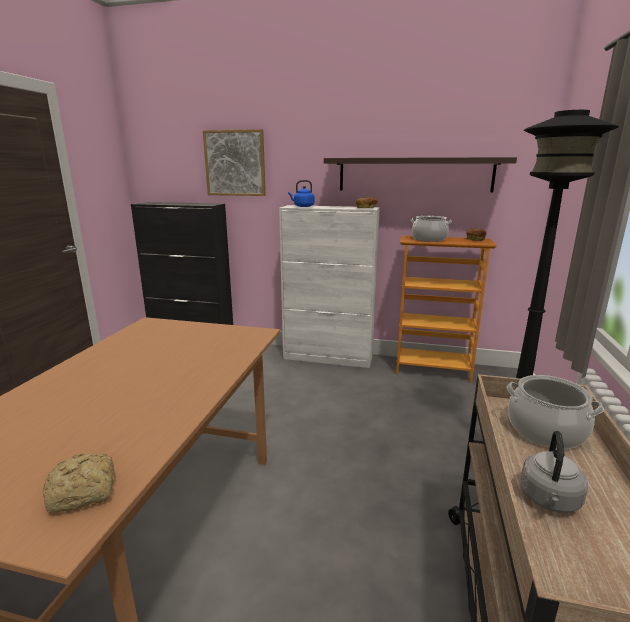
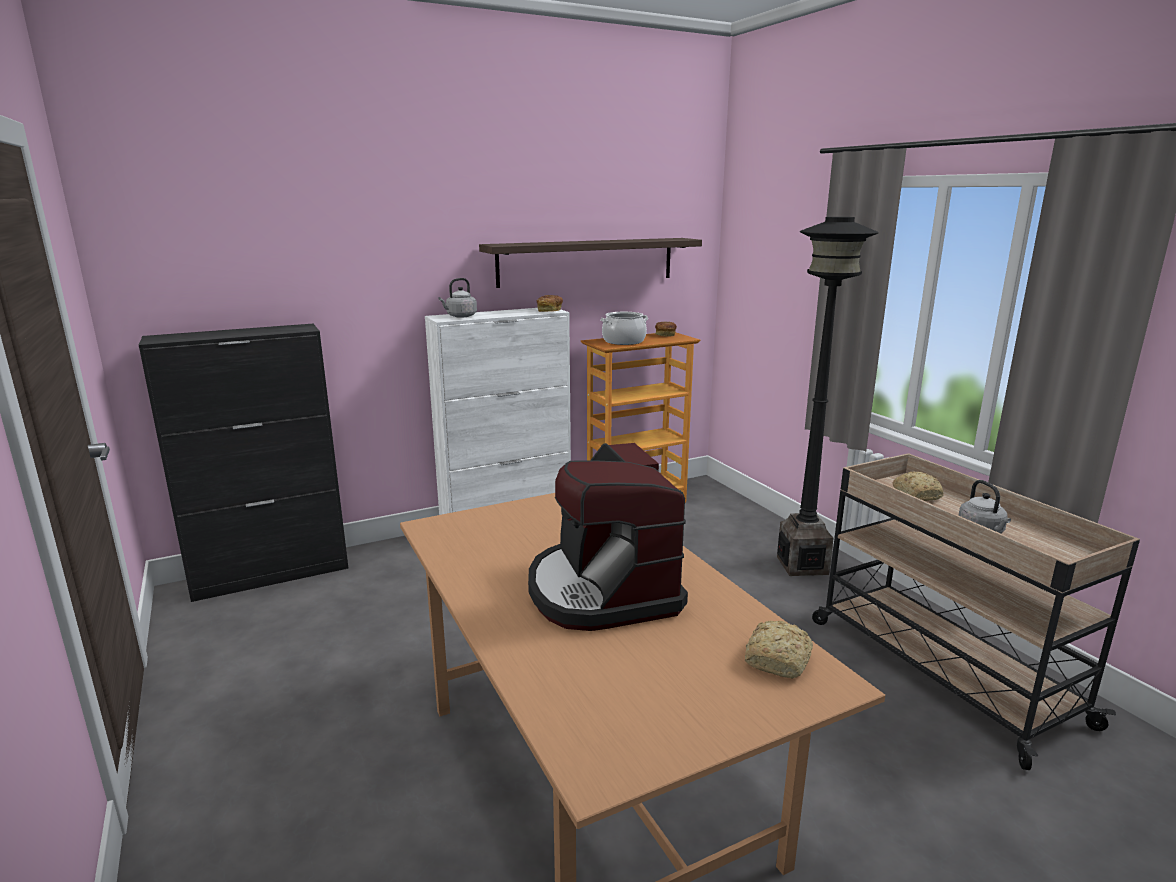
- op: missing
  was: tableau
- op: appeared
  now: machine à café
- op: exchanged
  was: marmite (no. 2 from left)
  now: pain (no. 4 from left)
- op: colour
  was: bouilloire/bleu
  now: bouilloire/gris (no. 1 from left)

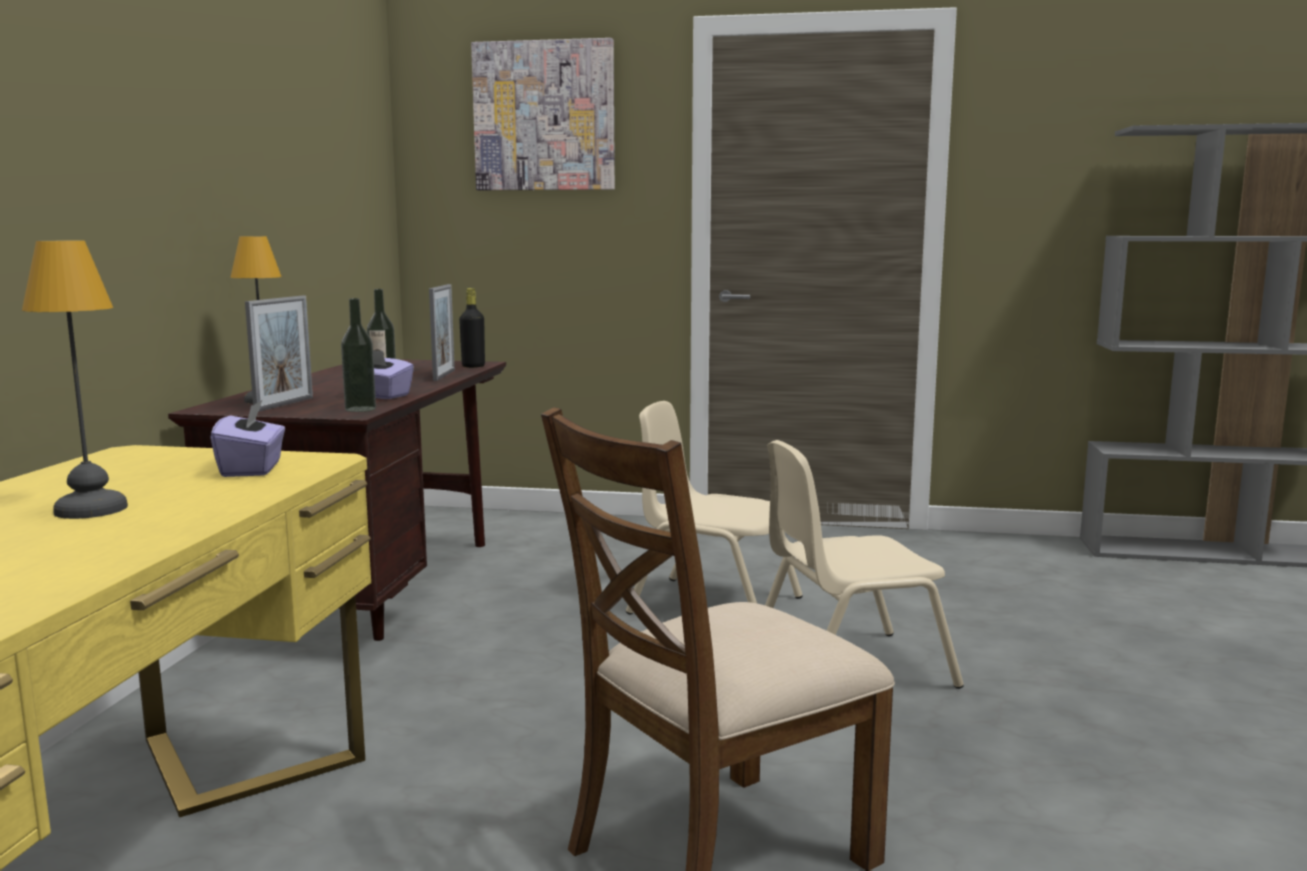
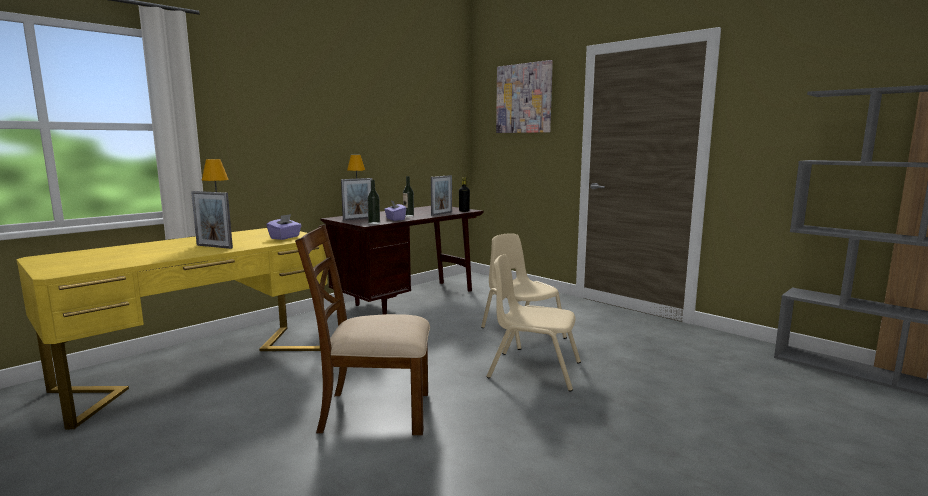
- op: appeared
  now: cadre photo (no. 1 from left)

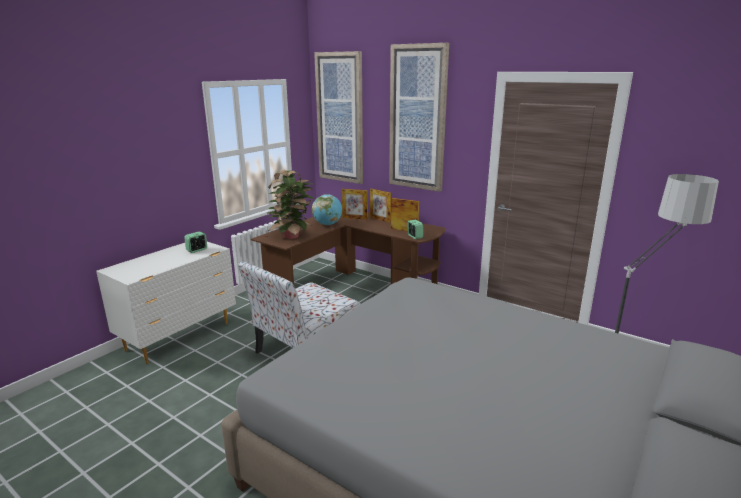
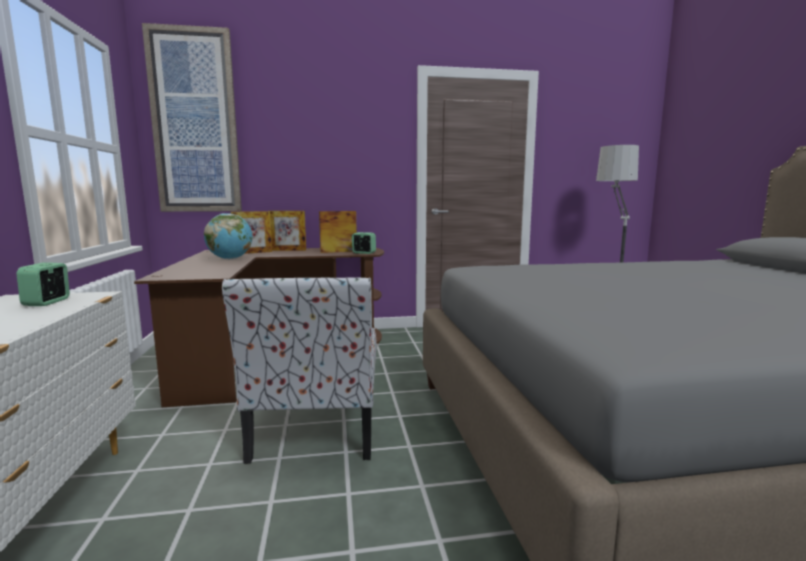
- op: missing
  was: plante en pot
- op: missing
  was: tableau (no. 2 from left)

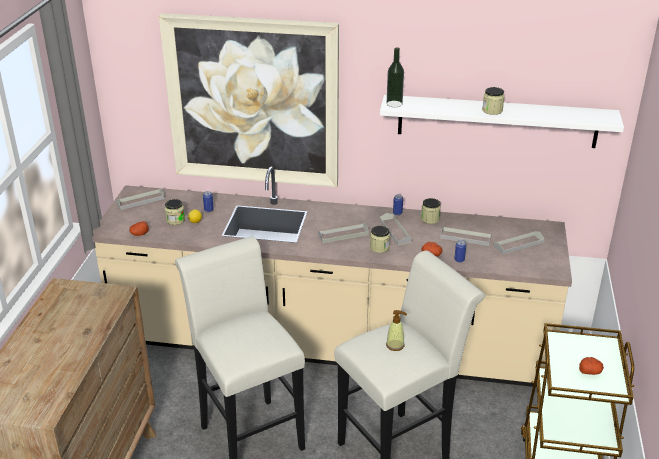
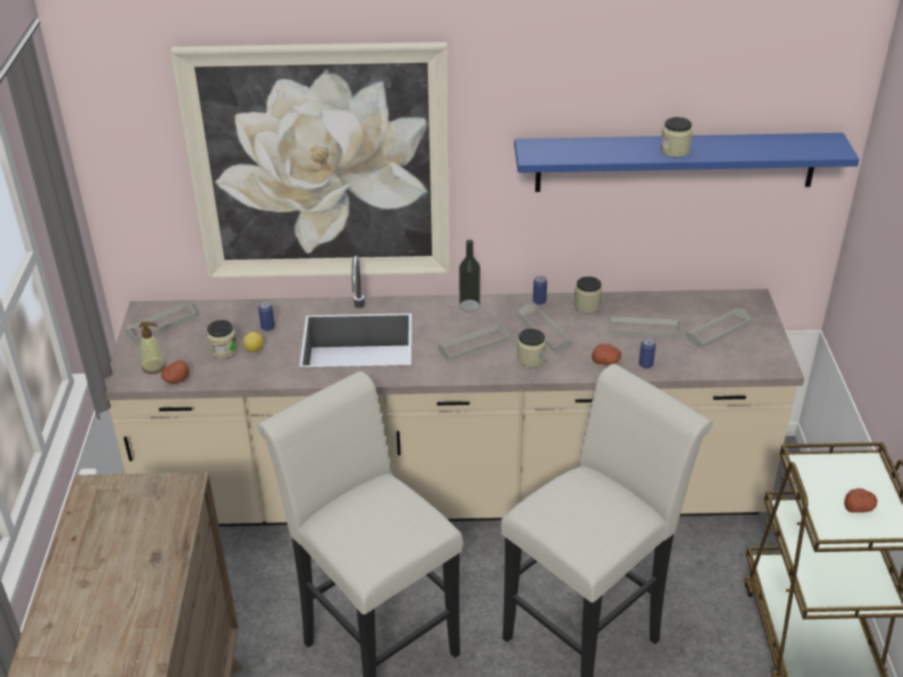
- op: relocated
  was: distributeur de savon
- op: relocated
  was: bouteille
- op: colour
  was: étagère/blanc
  now: étagère/bleu

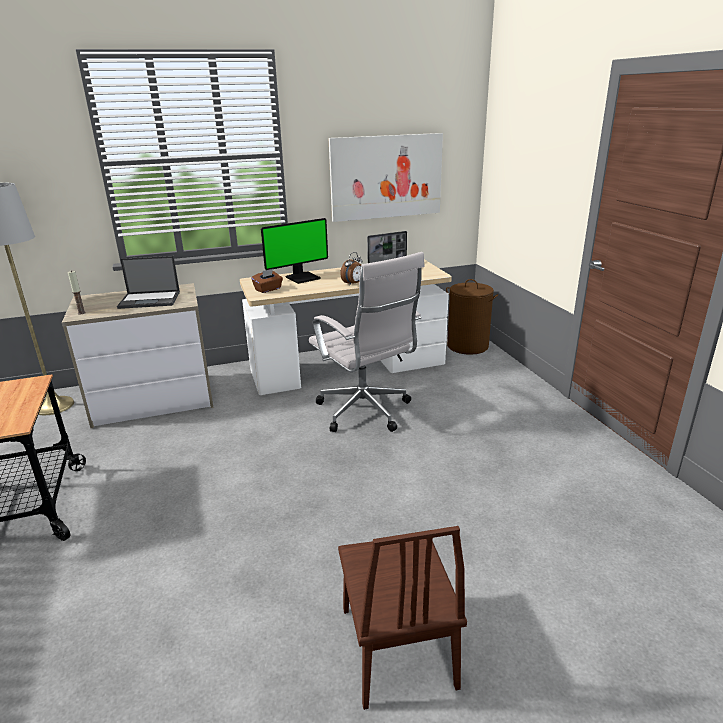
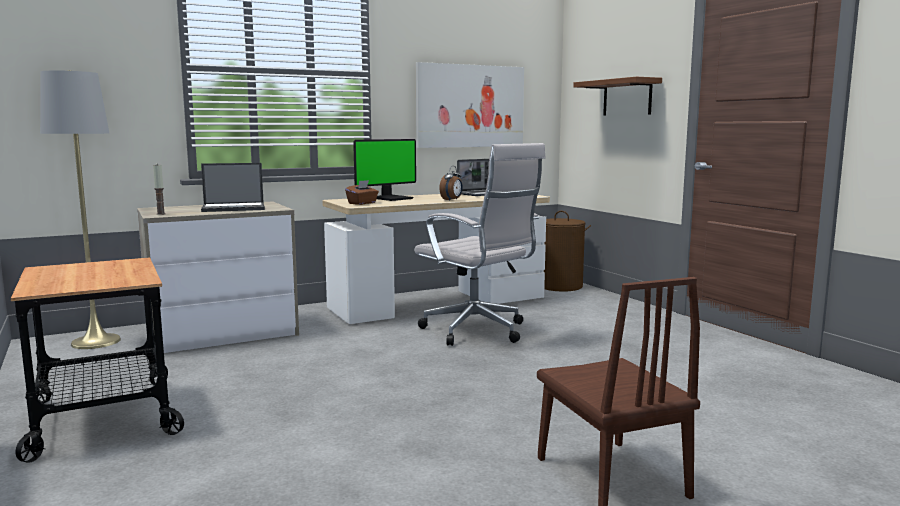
- op: appeared
  now: étagère/marron

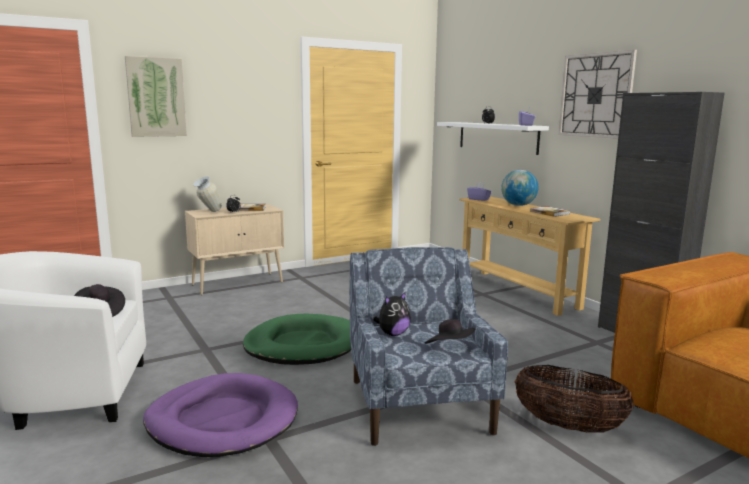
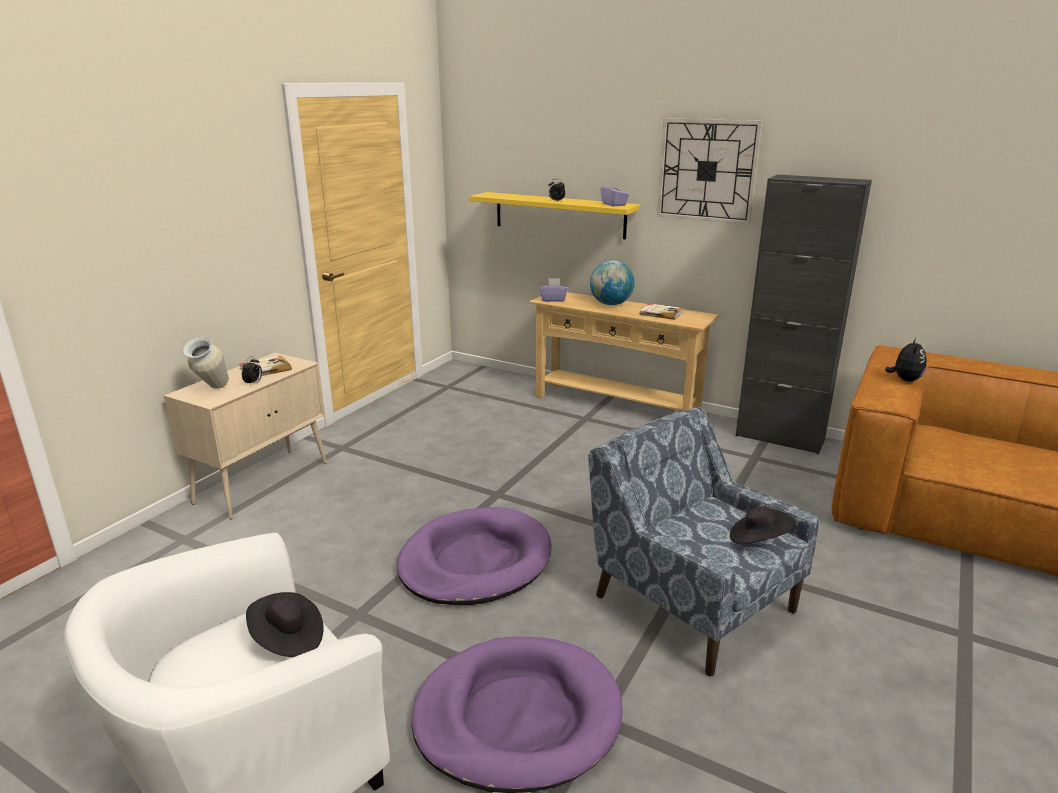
- op: missing
  was: tableau
- op: missing
  was: panier
- op: relocated
  was: peluche
- op: colour
  was: panier pour chien/vert
  now: panier pour chien/violet (no. 1 from left)
- op: colour
  was: étagère/blanc
  now: étagère/jaune

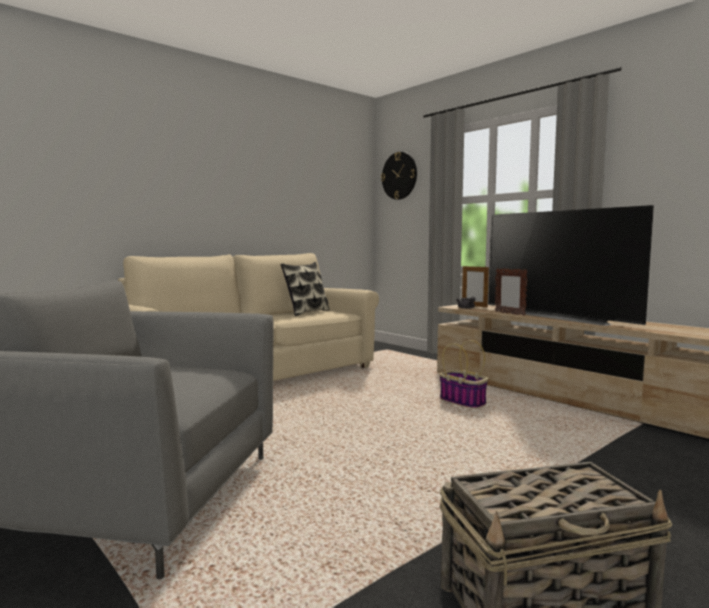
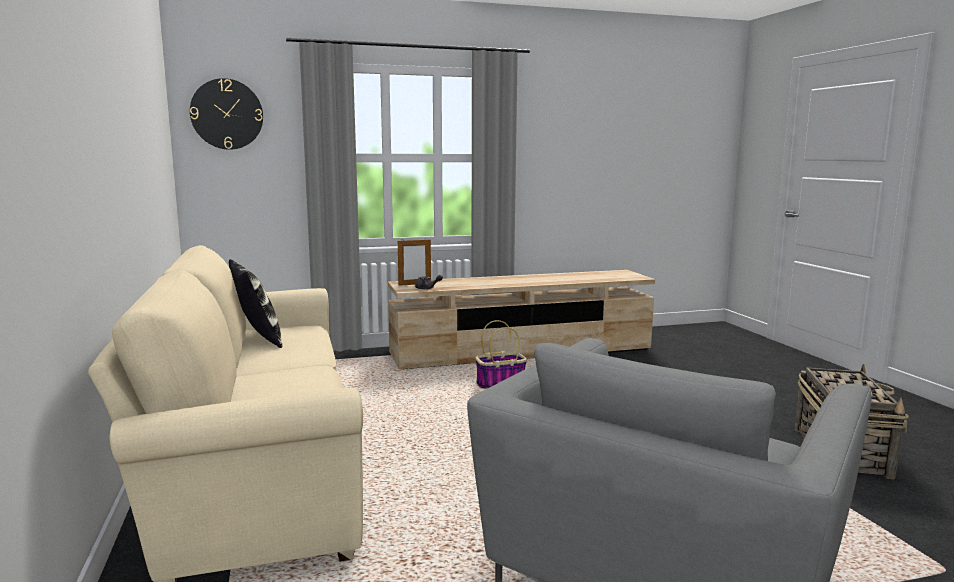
- op: missing
  was: téléviseur
- op: missing
  was: cadre photo (no. 2 from left)

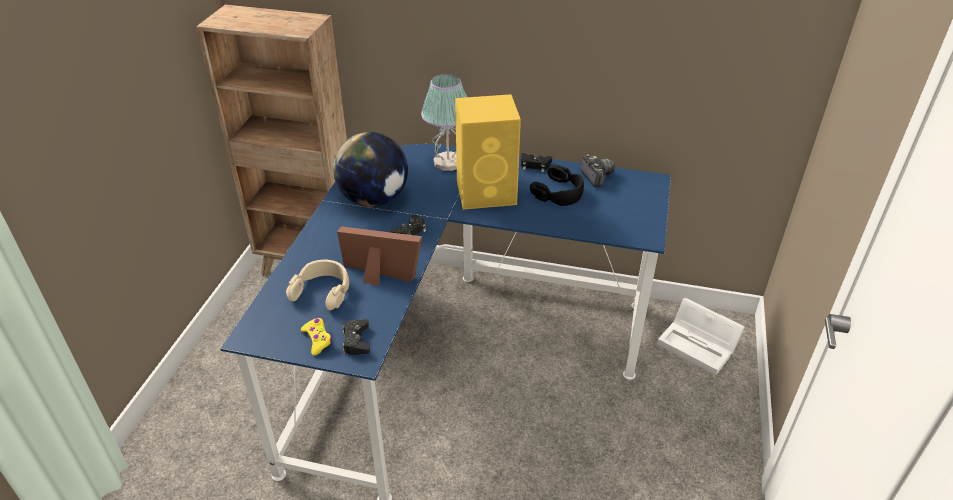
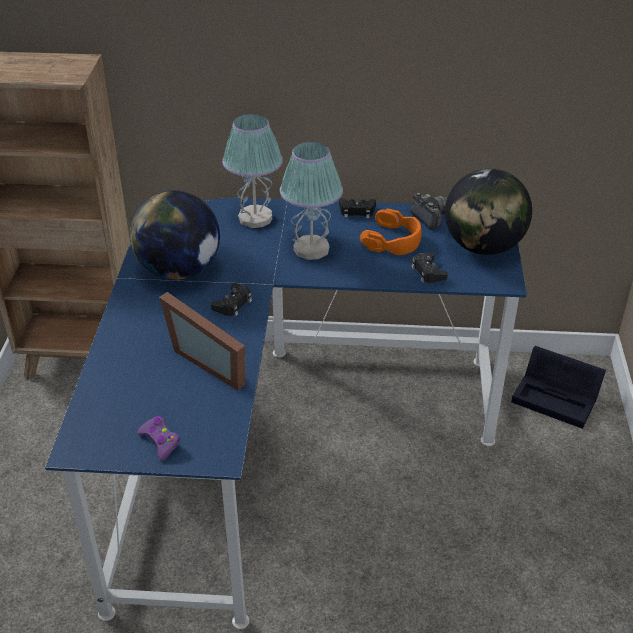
- op: missing
  was: casque audio/beige
- op: appeared
  now: globe (no. 2 from left)
- op: relocated
  was: manette/noir (no. 1 from left in the first image)
  now: manette/noir (no. 3 from left)
- op: exchanged
  was: enceinte/jaune
  now: lampe de table (no. 2 from left)
- op: colour
  was: manette/jaune
  now: manette/violet
- op: colour
  was: casque audio/noir
  now: casque audio/orange
- op: colour
  was: boîte de rangement/blanc
  now: boîte de rangement/noir
- op: spun
  was: cadre photo
  clockwise: -150

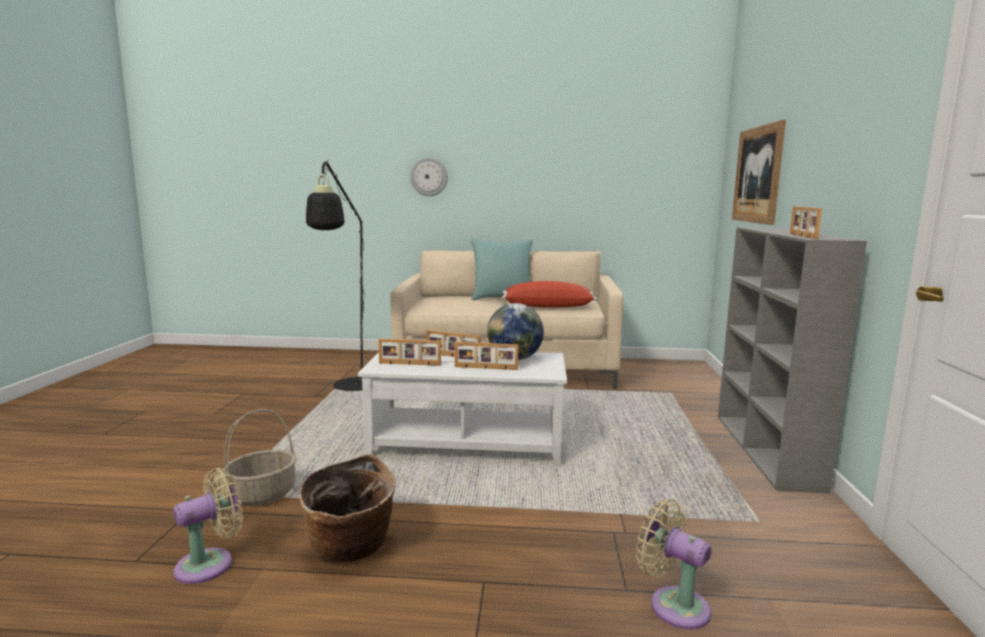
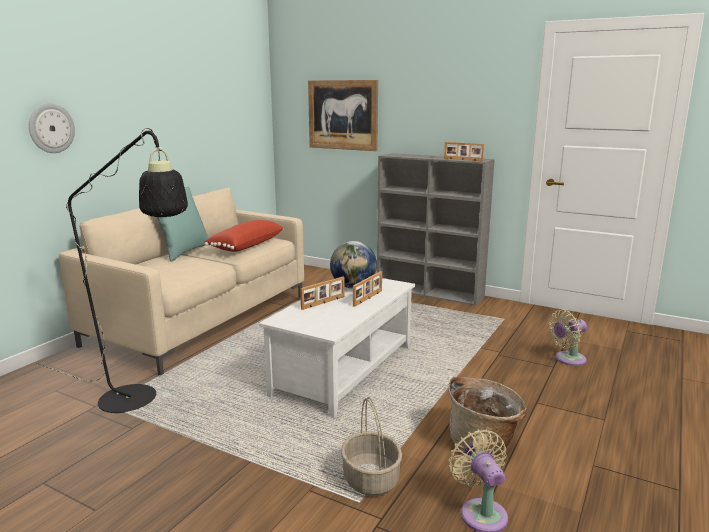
- op: missing
  was: cadre photo (no. 1 from left)

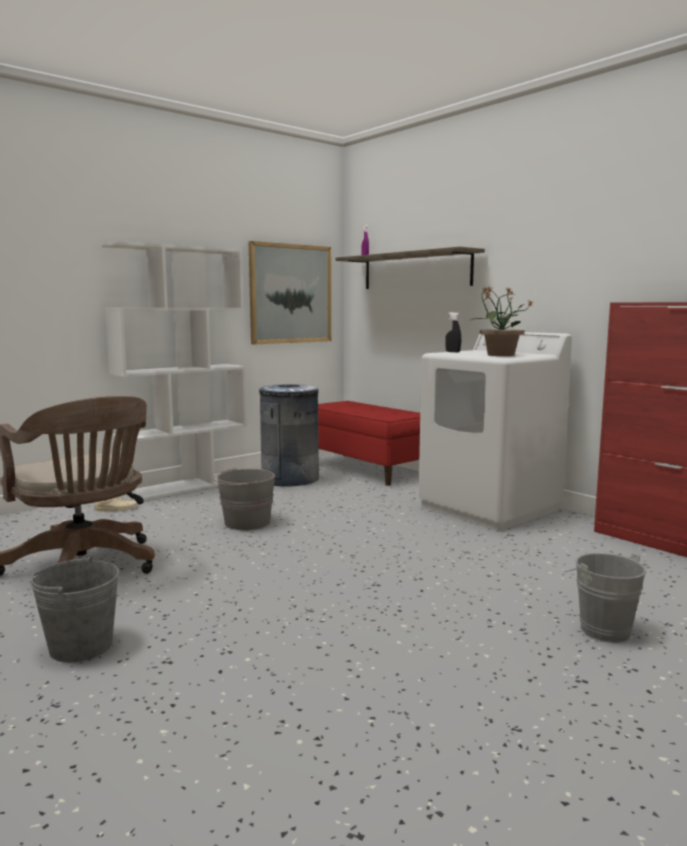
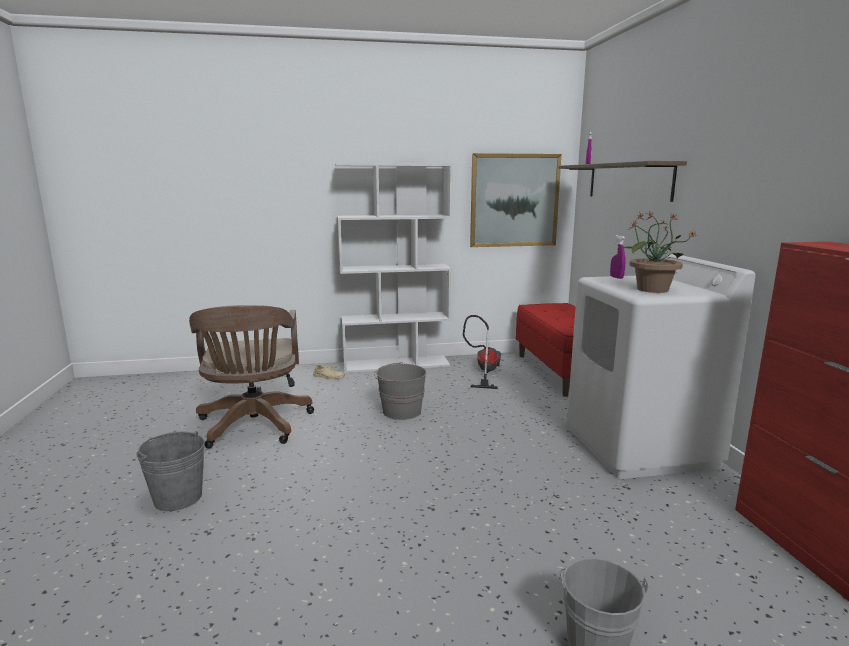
- op: exchanged
  was: poubelle/gris
  now: aspirateur
- op: colour
  was: vaporisateur/noir
  now: vaporisateur/violet (no. 2 from left)

